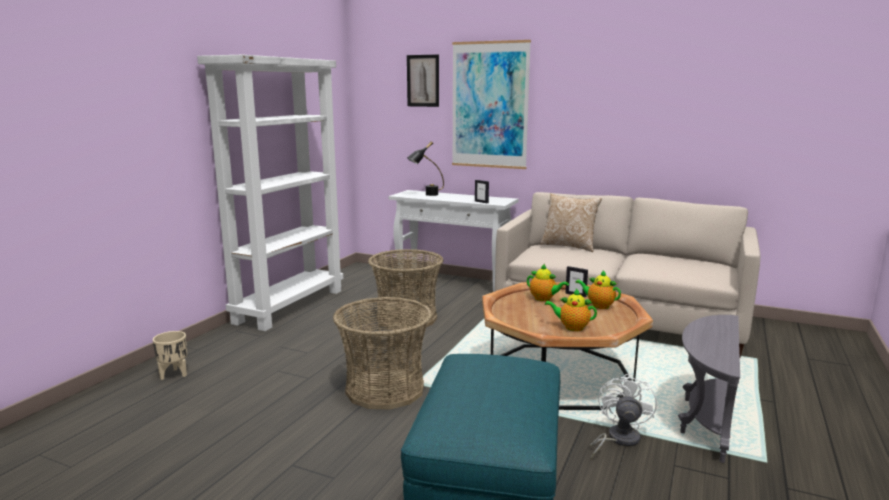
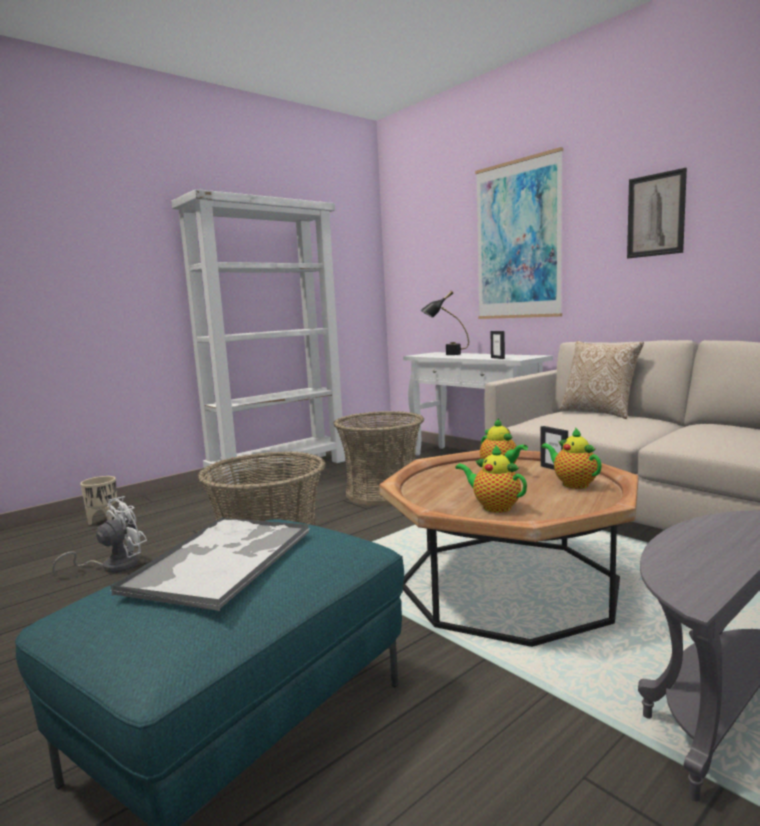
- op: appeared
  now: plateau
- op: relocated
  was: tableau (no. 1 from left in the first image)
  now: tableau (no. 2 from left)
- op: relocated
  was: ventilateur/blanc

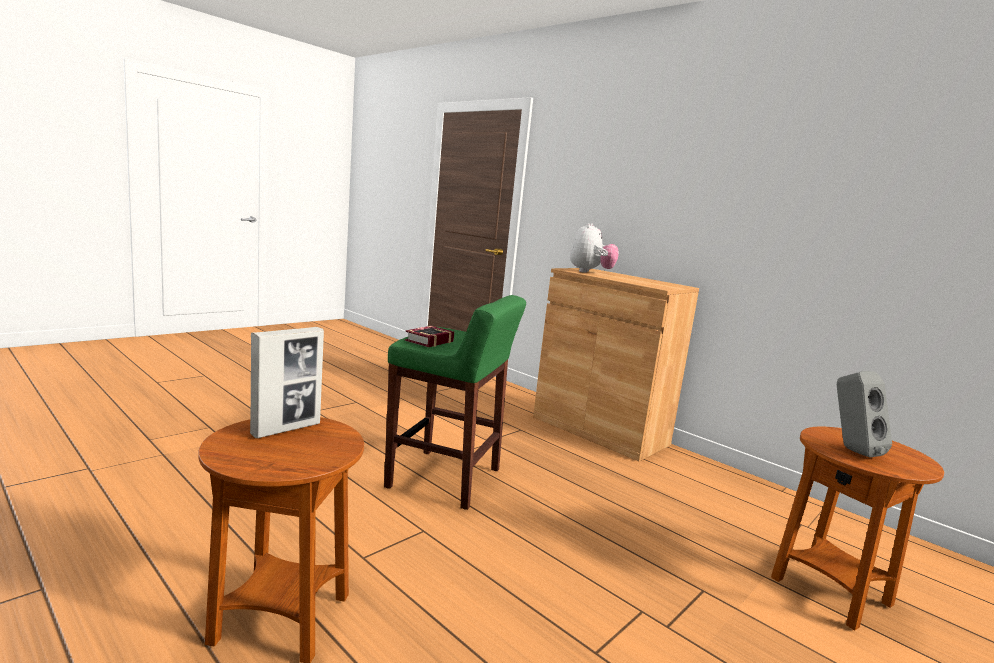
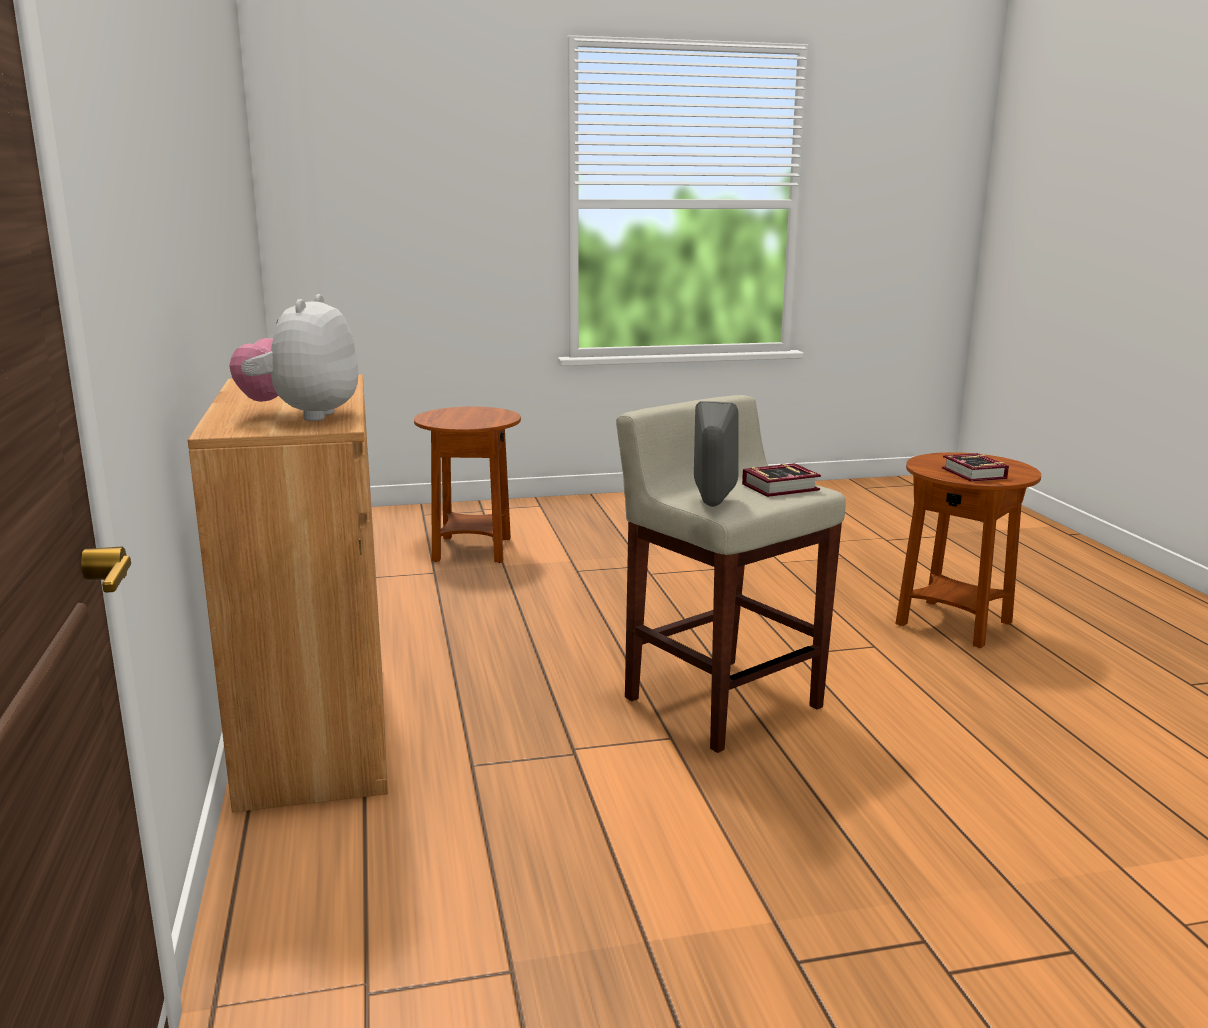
- op: relocated
  was: enceinte/gris
- op: exchanged
  was: cadre photo
  now: livre (no. 2 from left)
- op: colour
  was: tabouret/vert
  now: tabouret/beige
- op: spun
  was: peluche
  clockwise: -45

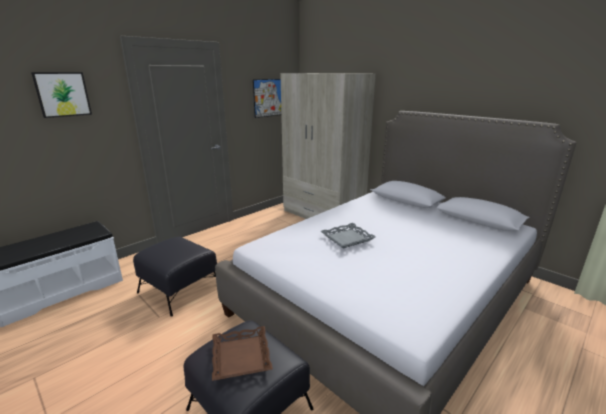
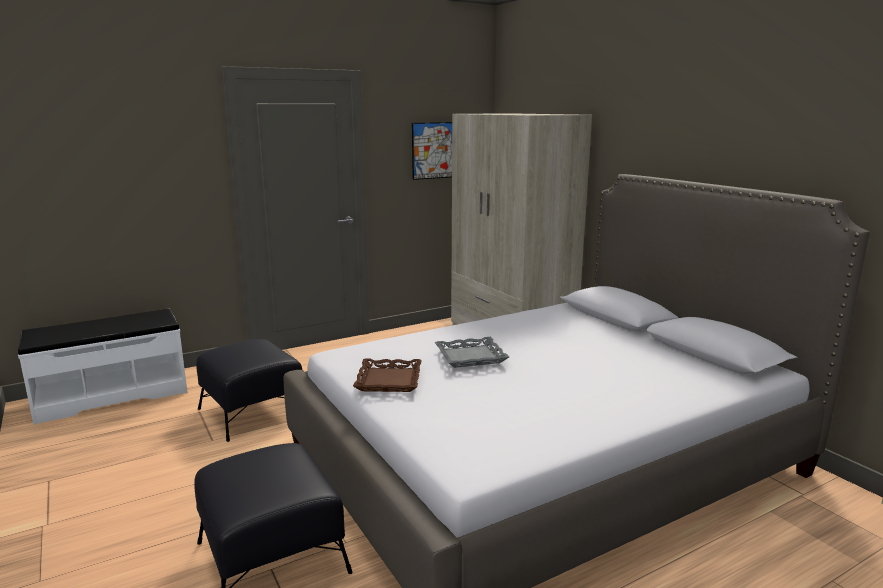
- op: missing
  was: tableau (no. 1 from left)
- op: relocated
  was: plateau/marron

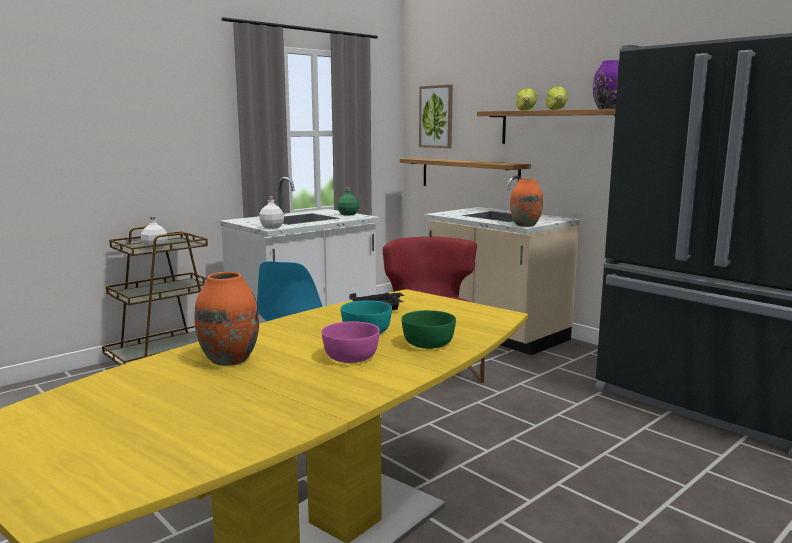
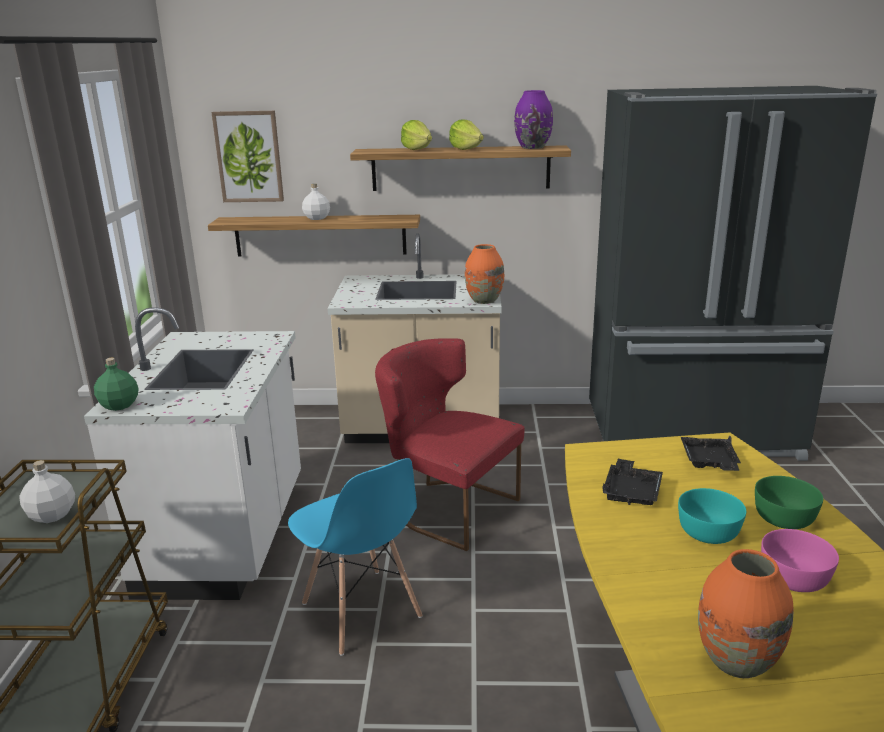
- op: appeared
  now: plateau/noir (no. 2 from left)
- op: relocated
  was: bouteille/blanc (no. 2 from left)
- op: relocated
  was: bouteille/vert

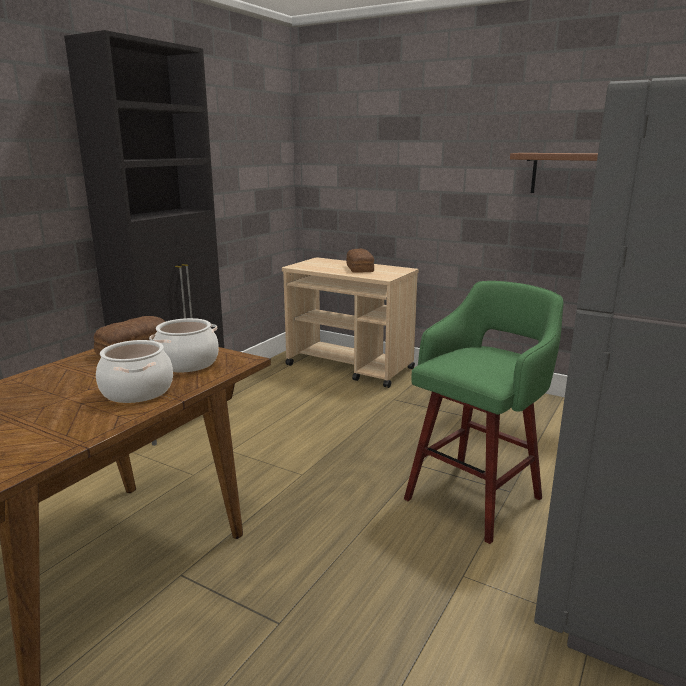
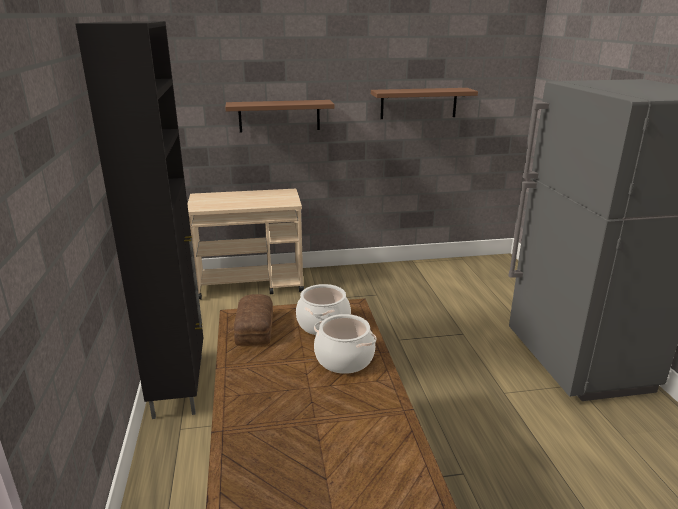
- op: missing
  was: pain (no. 2 from left)
- op: missing
  was: tabouret/vert
- op: appeared
  now: étagère/marron (no. 1 from left)

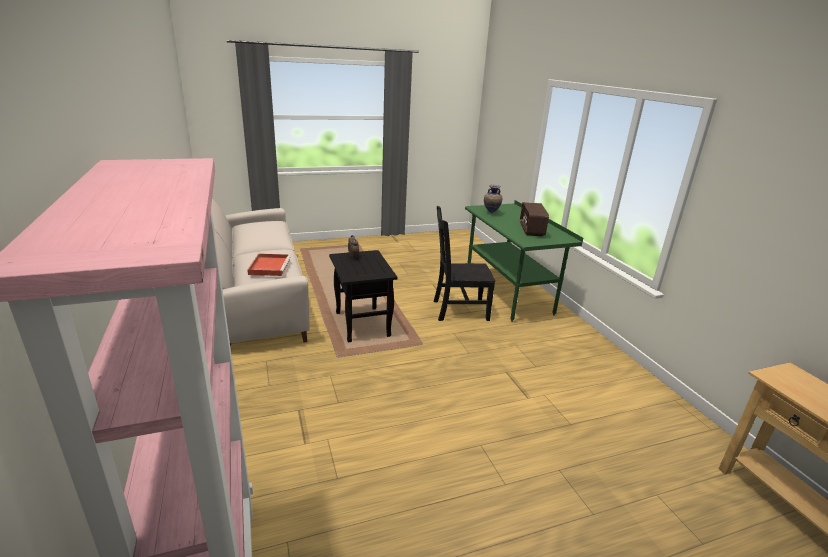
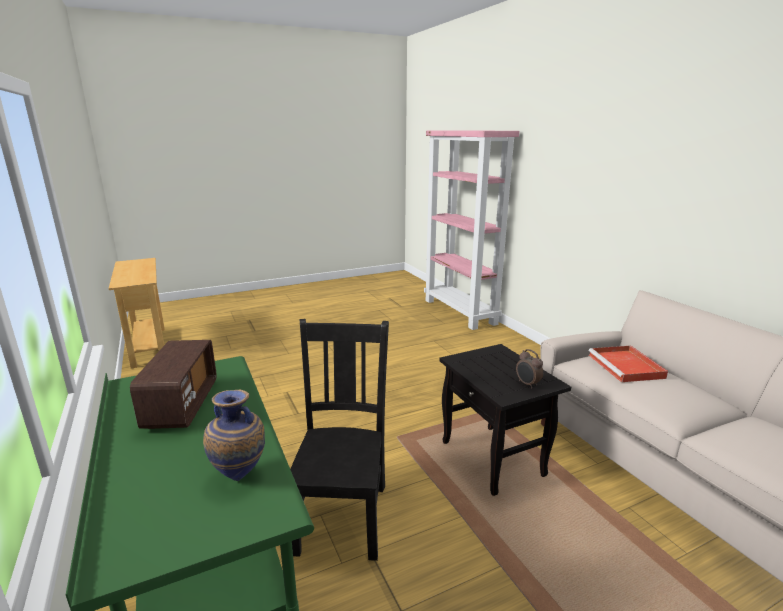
- op: spun
  was: chaise/noir
  clockwise: -75

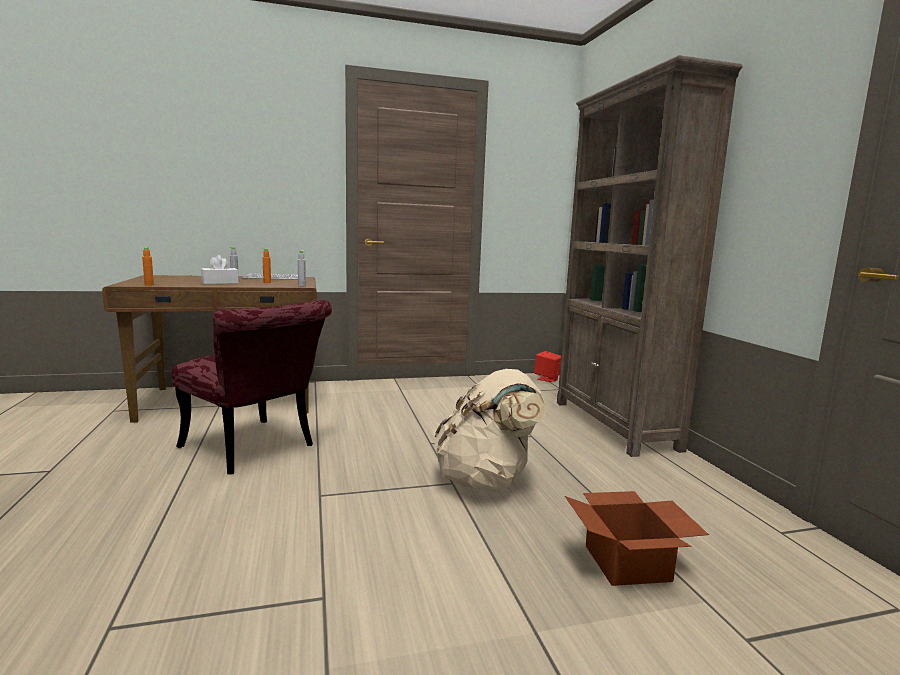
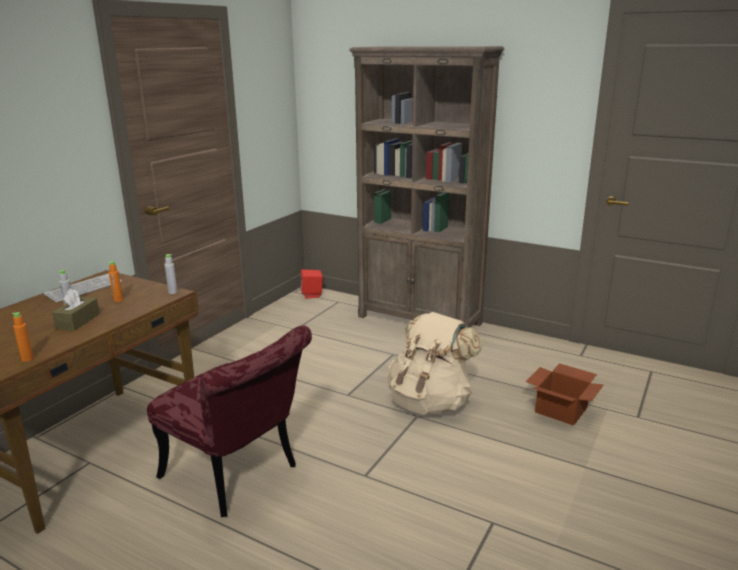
- op: colour
  was: boîte à mouchoirs/blanc
  now: boîte à mouchoirs/marron
- op: spun
  was: chaise/rouge
  clockwise: 45

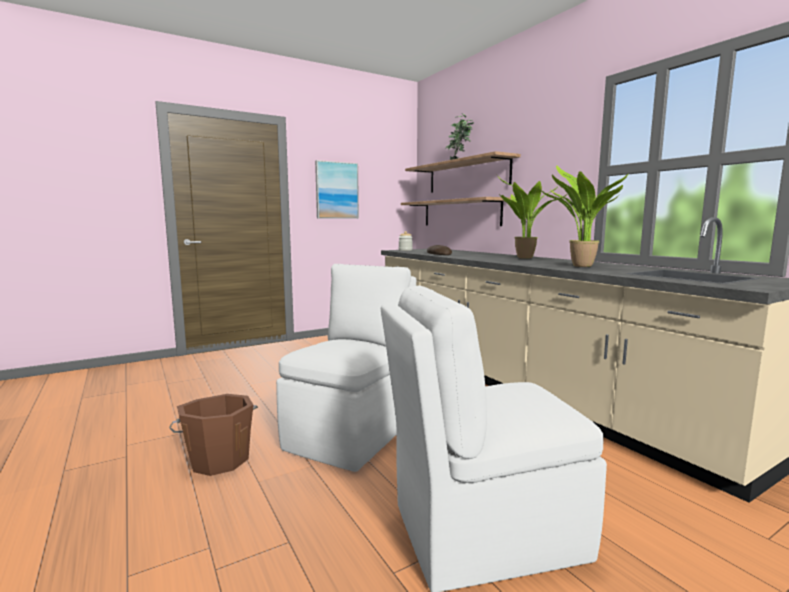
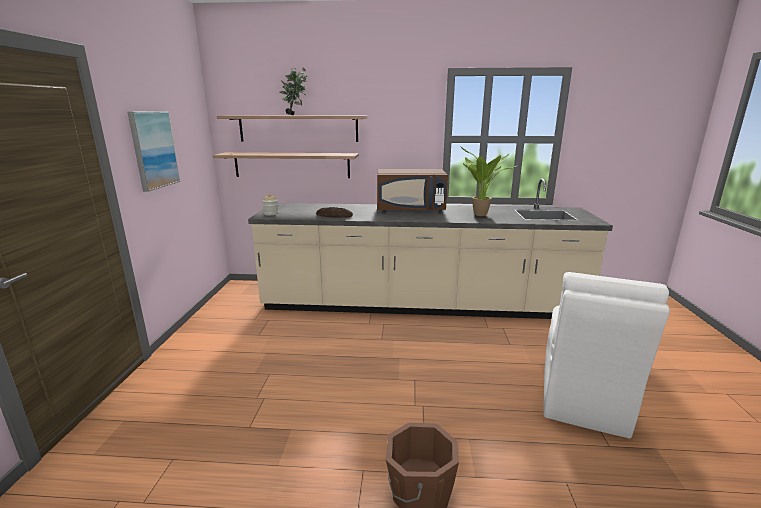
- op: missing
  was: chaise/blanc (no. 1 from left)
- op: exchanged
  was: plante en pot (no. 2 from left)
  now: micro-ondes/marron

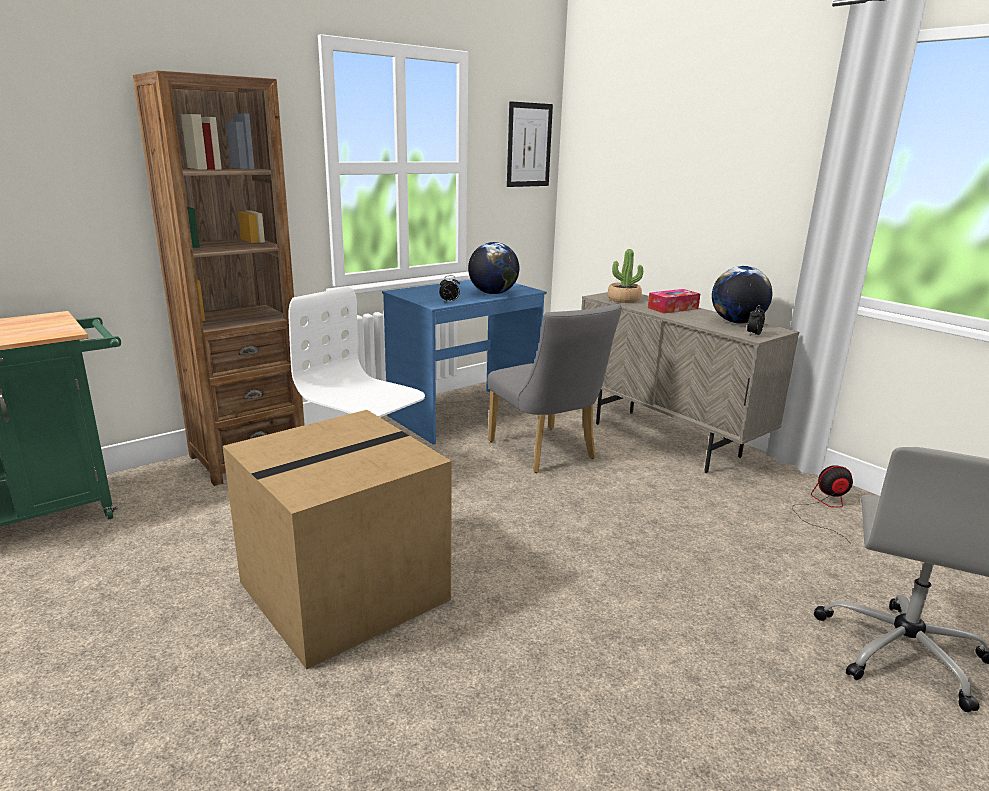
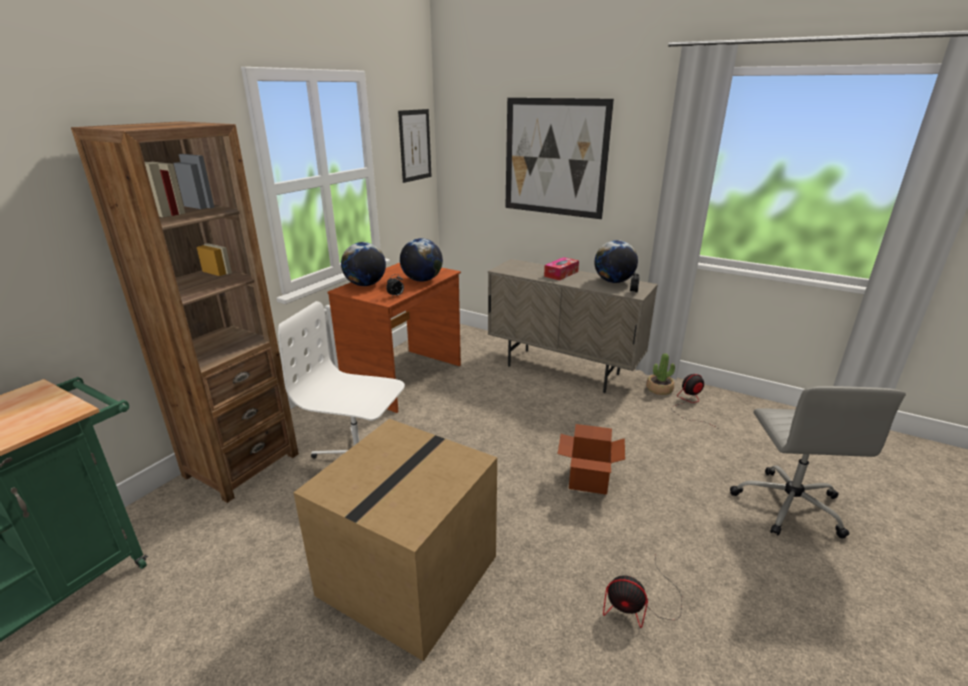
- op: missing
  was: chaise/gris
- op: appeared
  now: globe (no. 1 from left)
- op: appeared
  now: tableau (no. 2 from left)
- op: appeared
  now: carton (no. 2 from left)
- op: appeared
  now: ventilateur (no. 1 from left)
- op: relocated
  was: plante en pot
- op: colour
  was: bureau/bleu
  now: bureau/marron

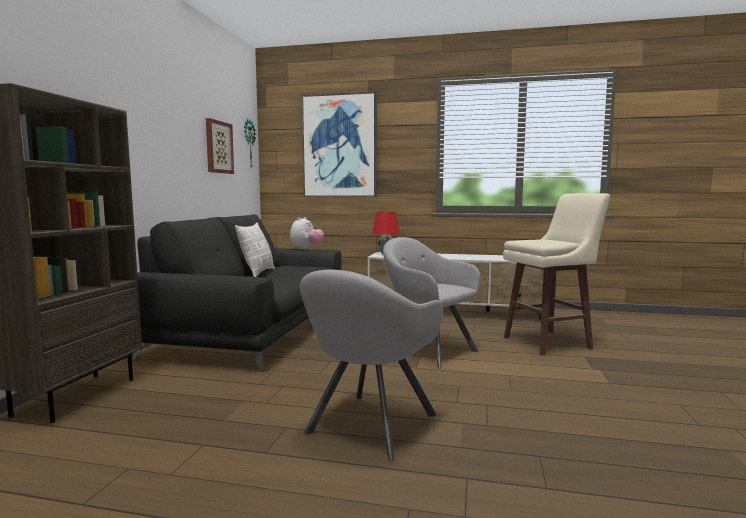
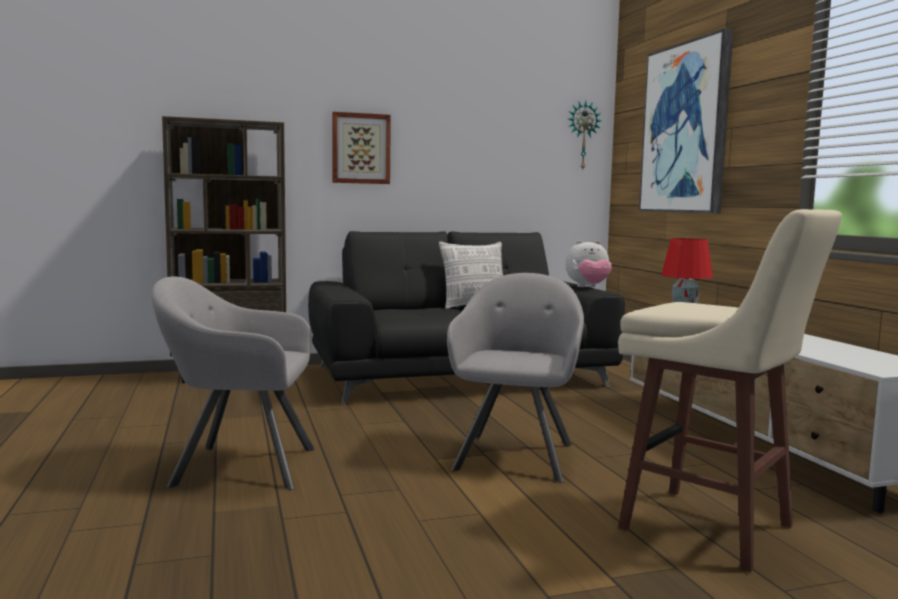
- op: relocated
  was: tableau (no. 1 from left)

